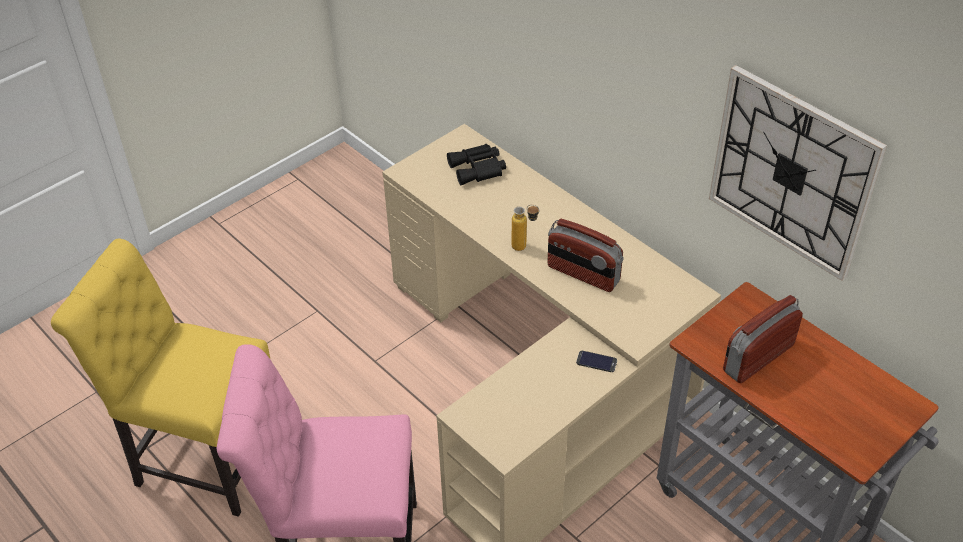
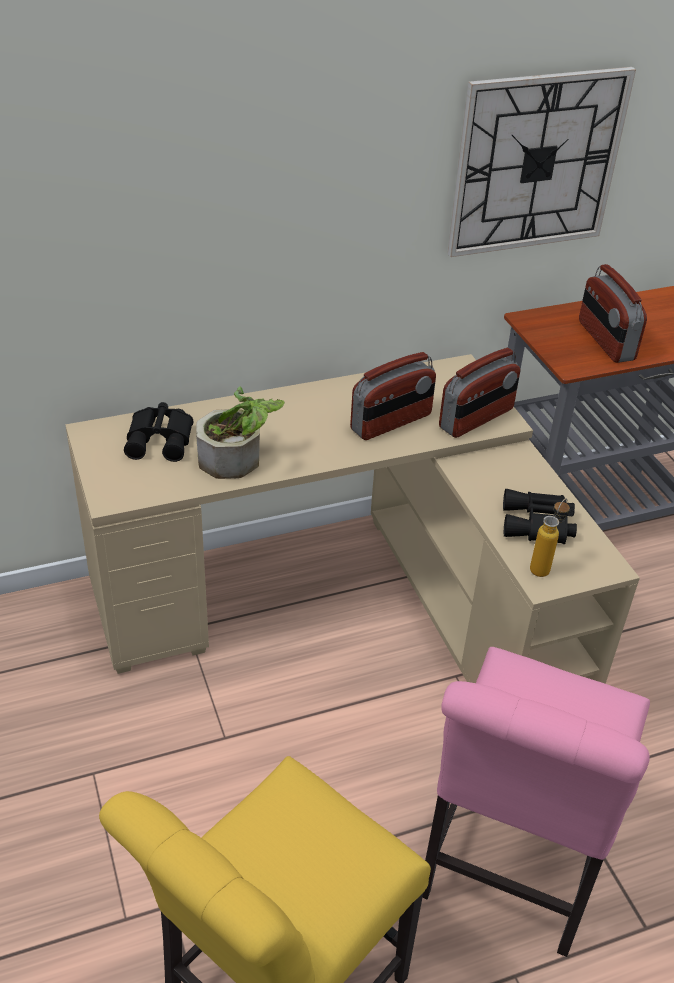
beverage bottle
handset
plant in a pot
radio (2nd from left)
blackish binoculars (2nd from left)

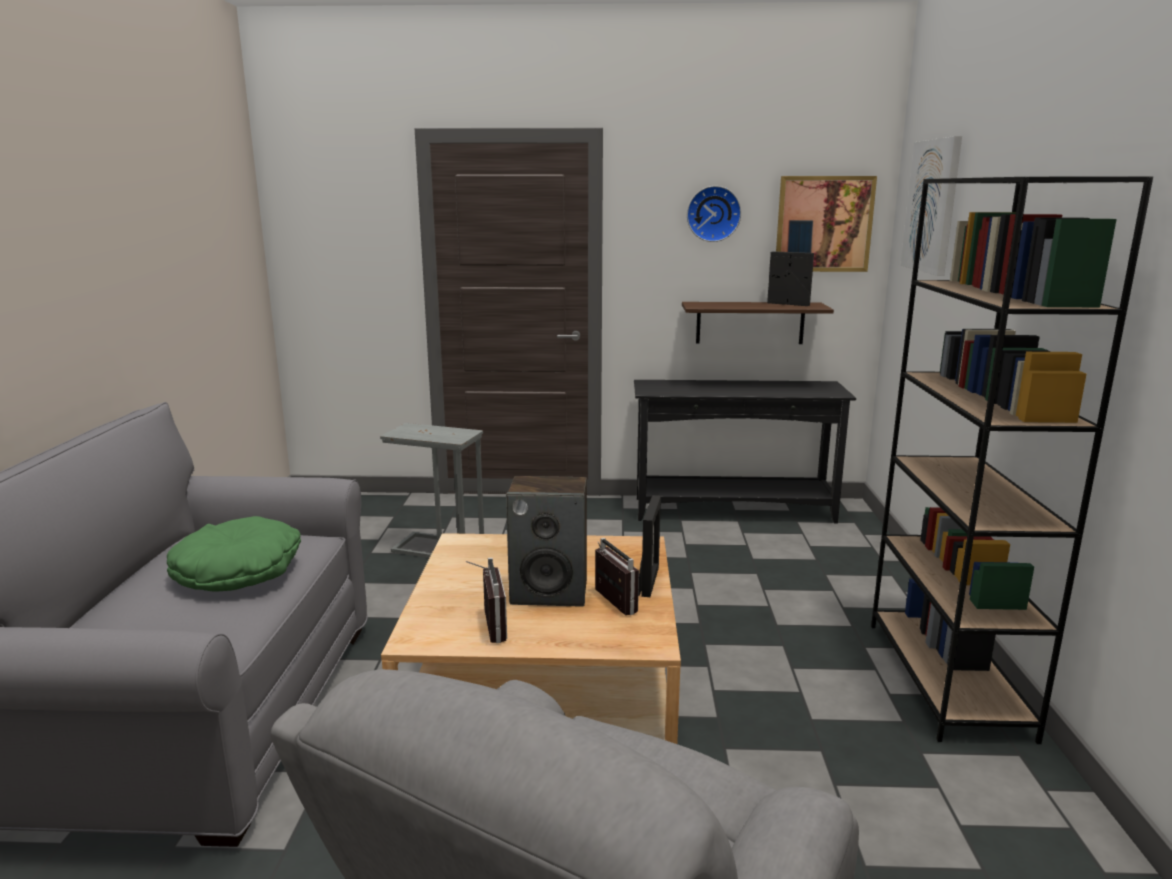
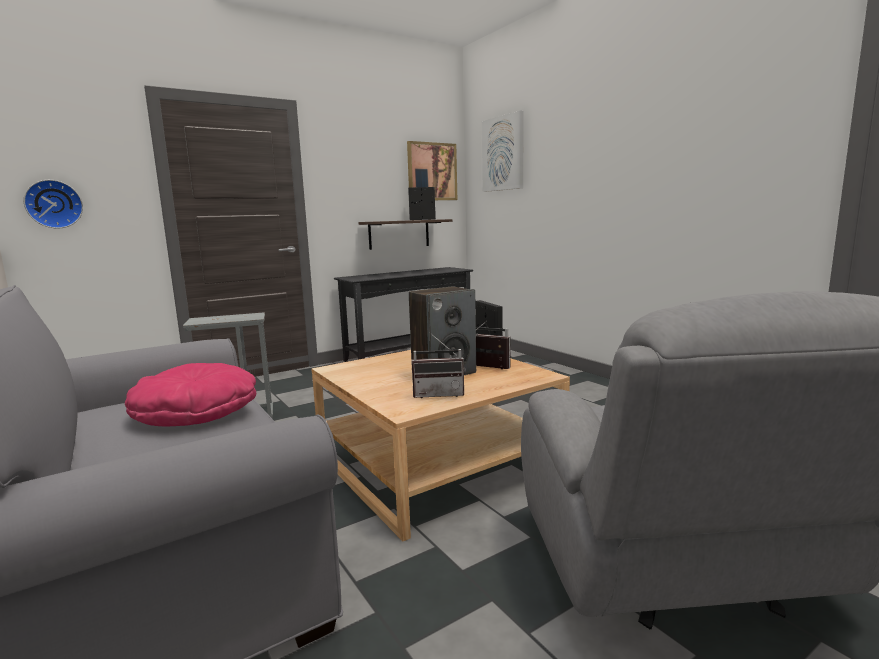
pink pillow
radio (1st from left)
hanging clock
sand-coloured shelving unit

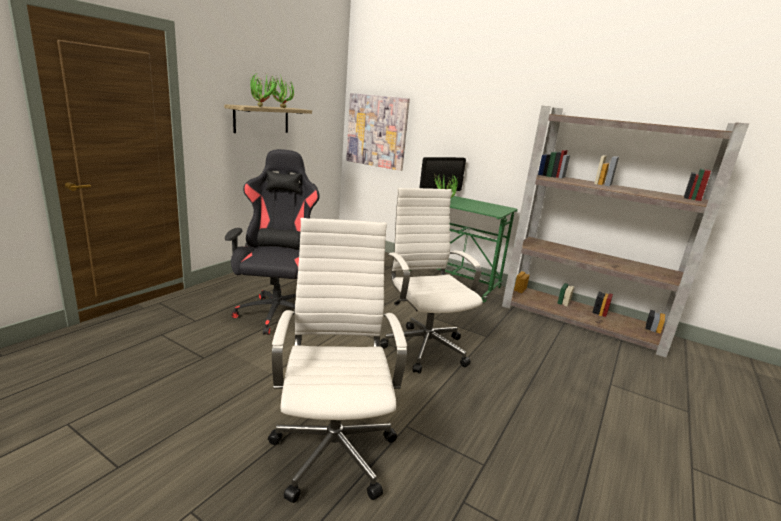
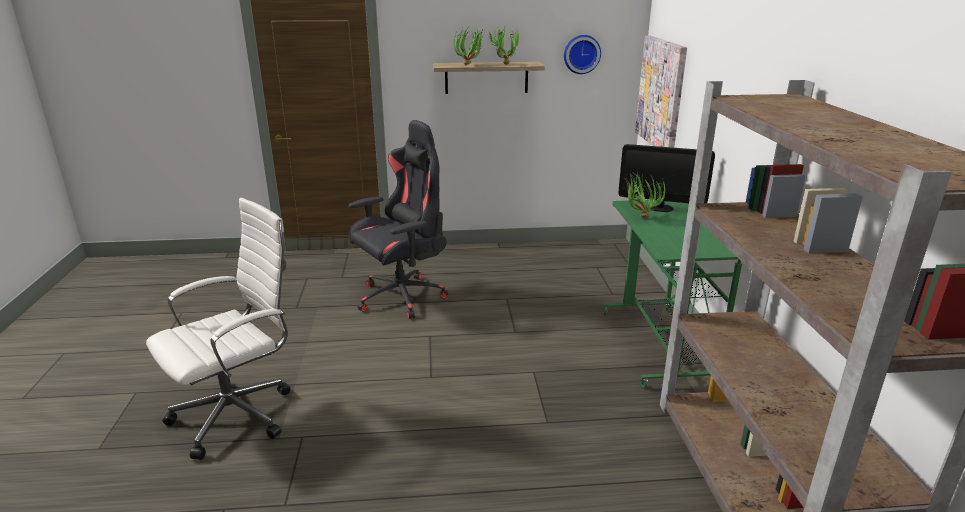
whitish computer chair (2nd from left in the first image)
hanging clock

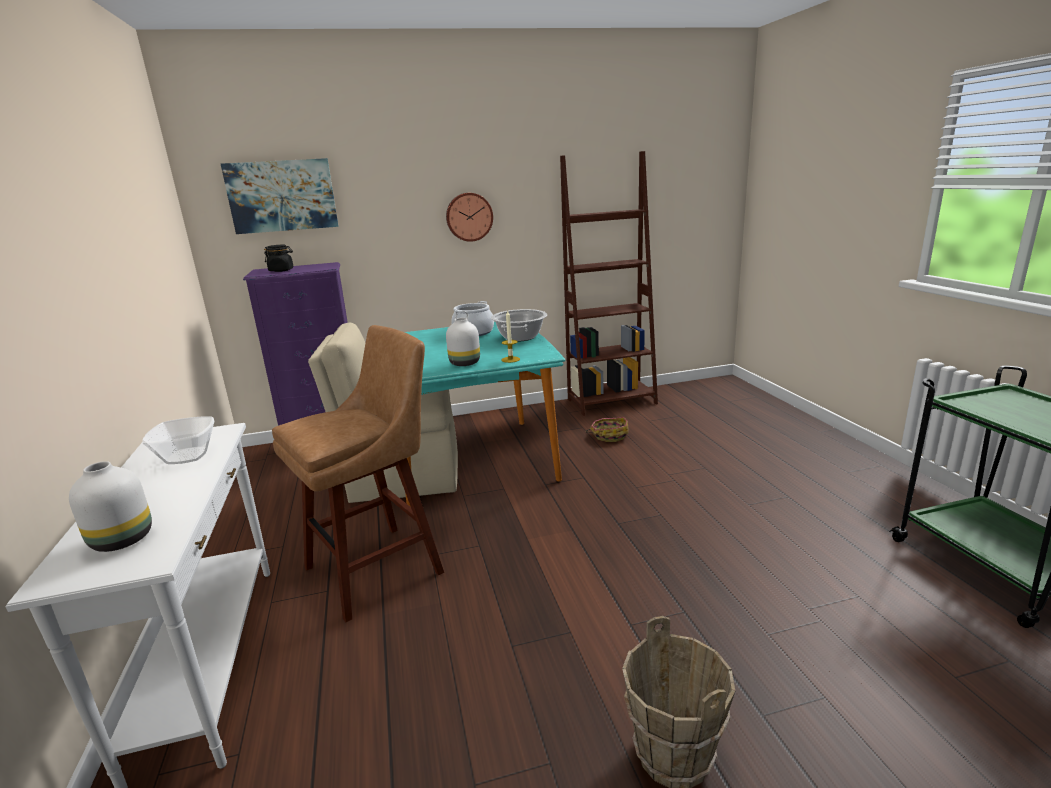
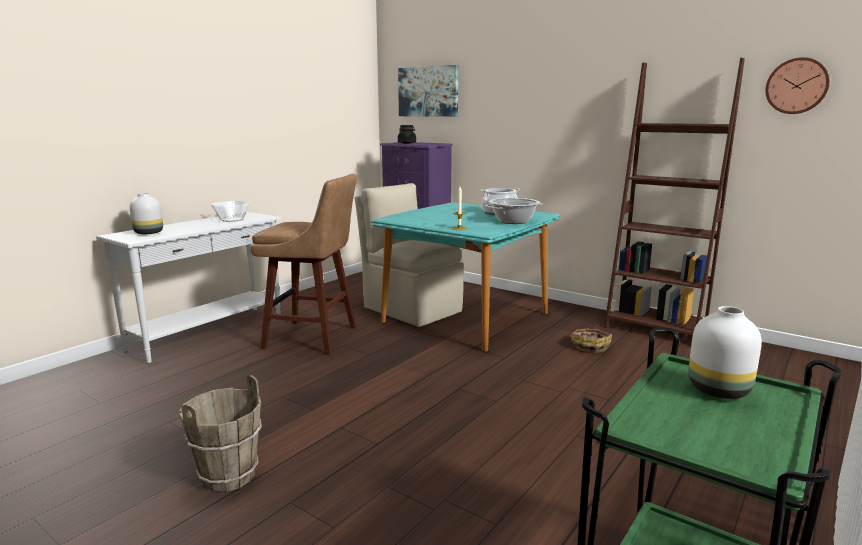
hanging clock
whitish decorative vase (2nd from left)

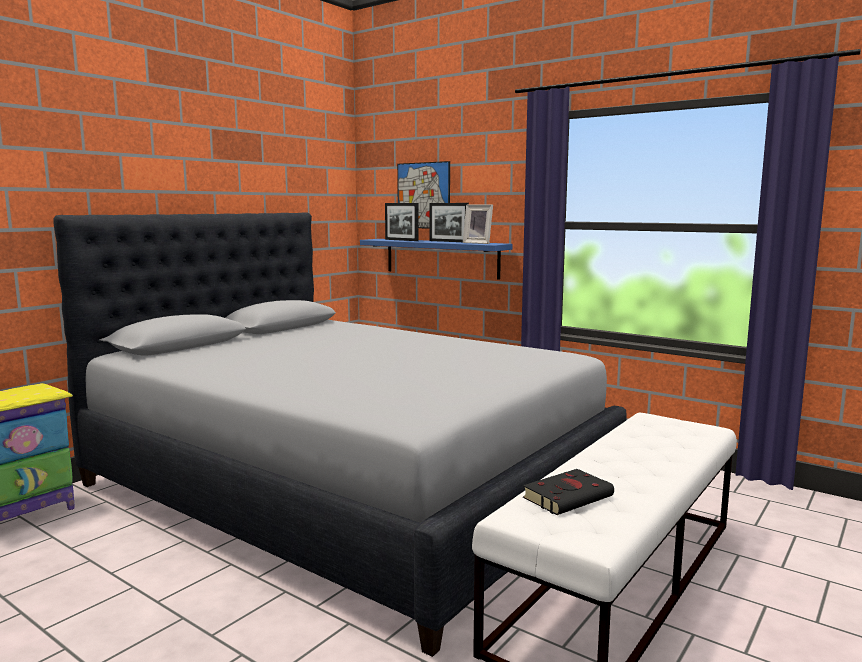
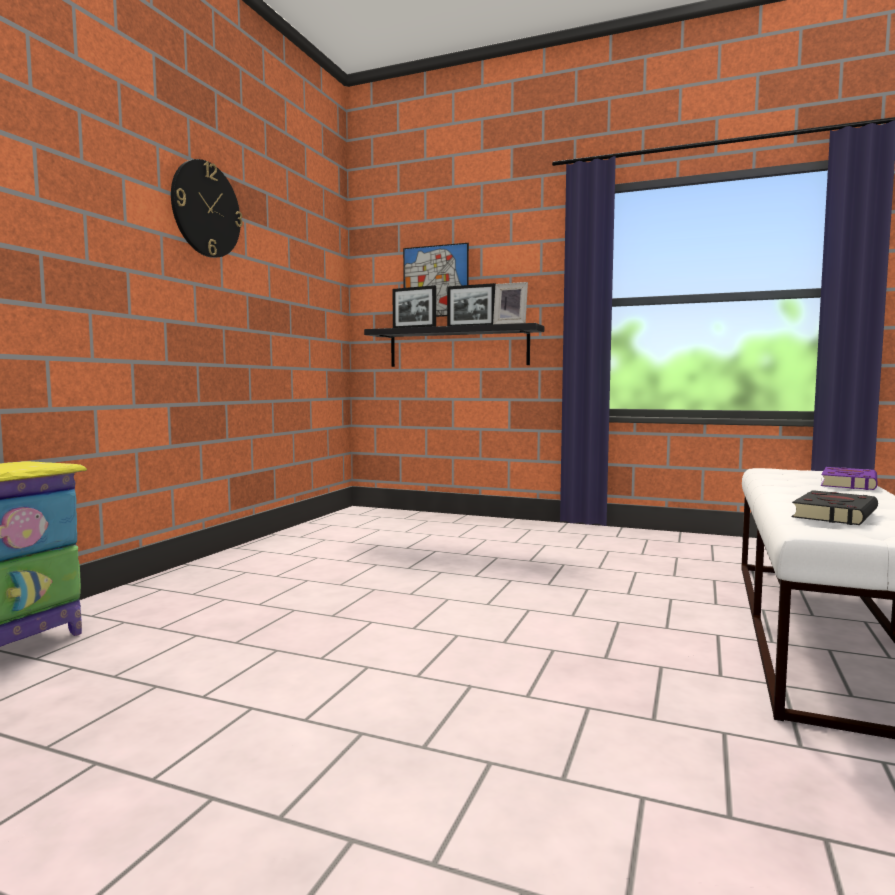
gray sleeping bed
blackish bracket shelf
hanging clock
purple bound book

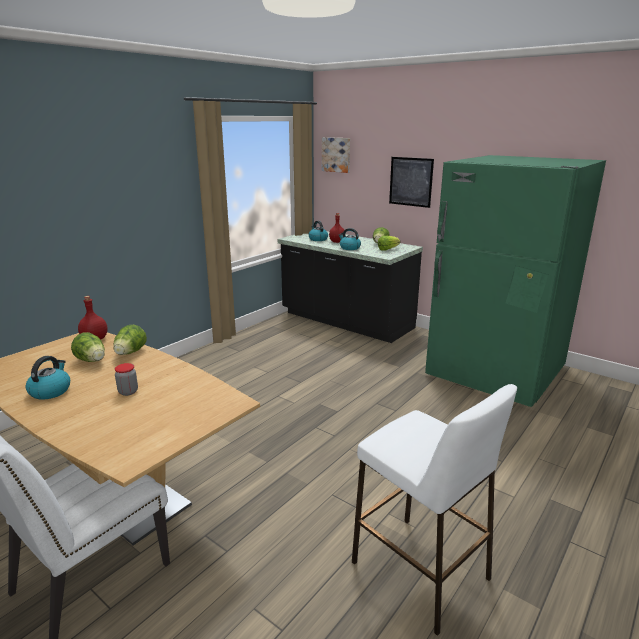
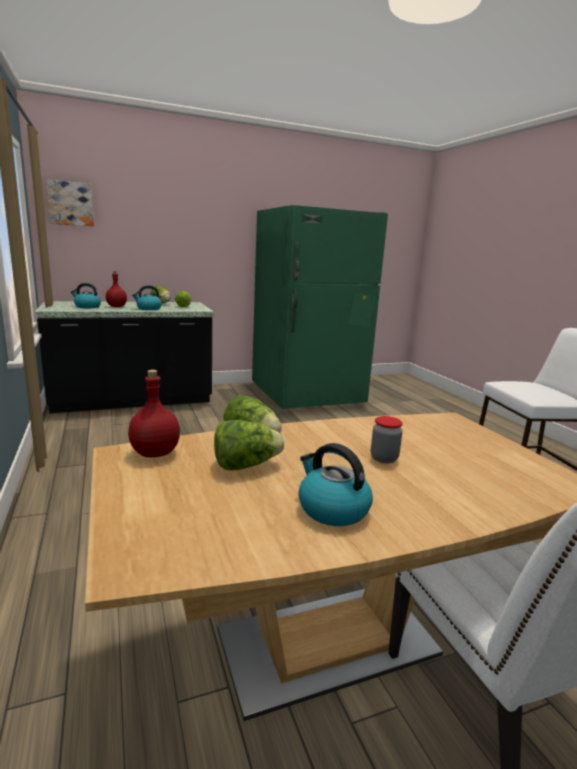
wall art (2nd from left in the first image)

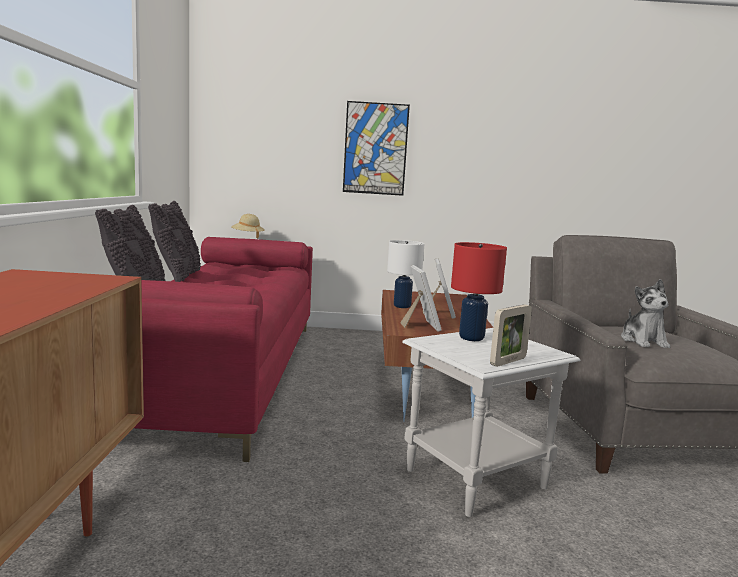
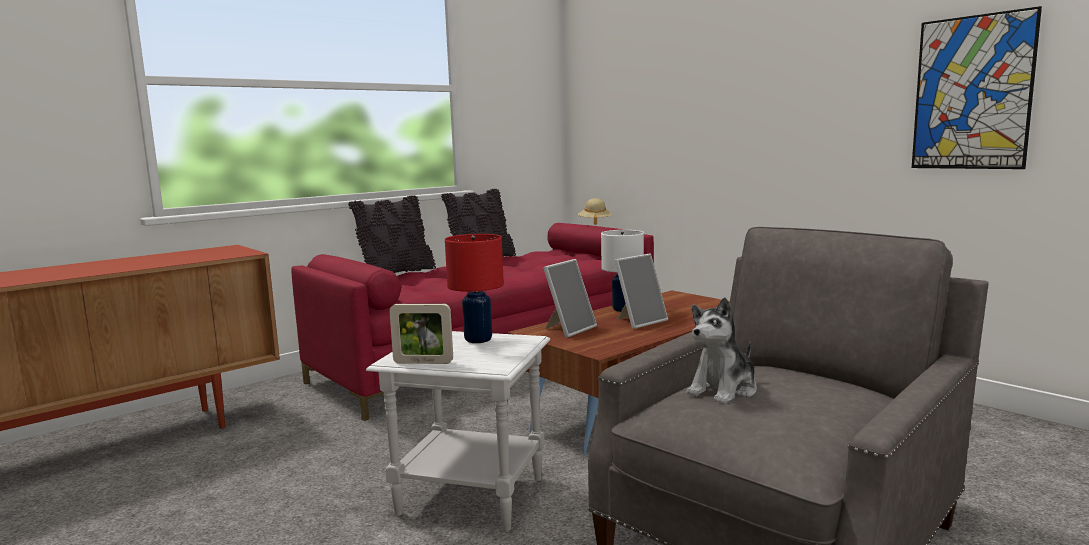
wall art

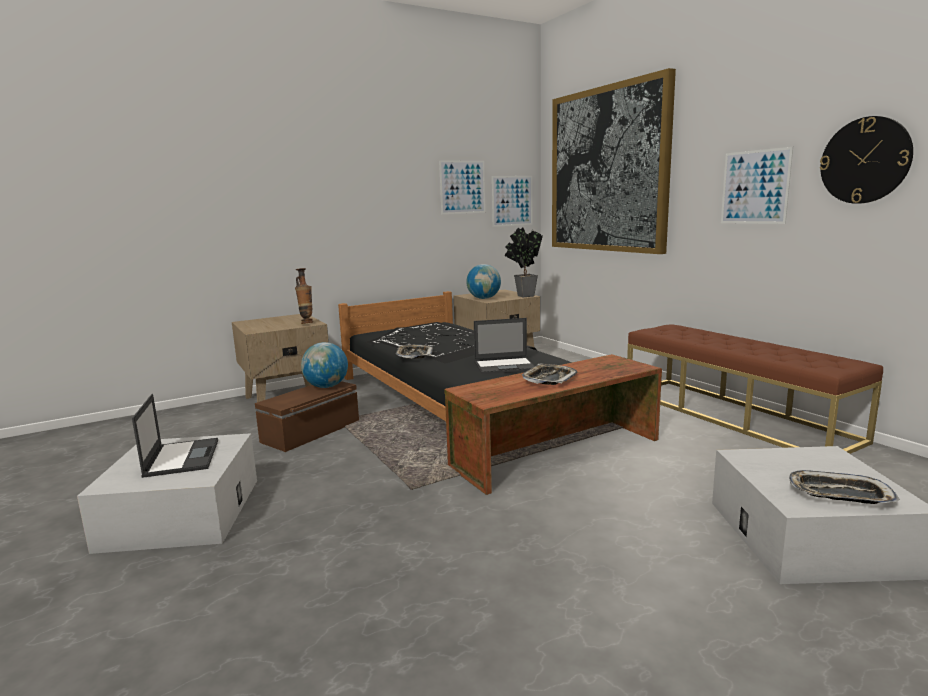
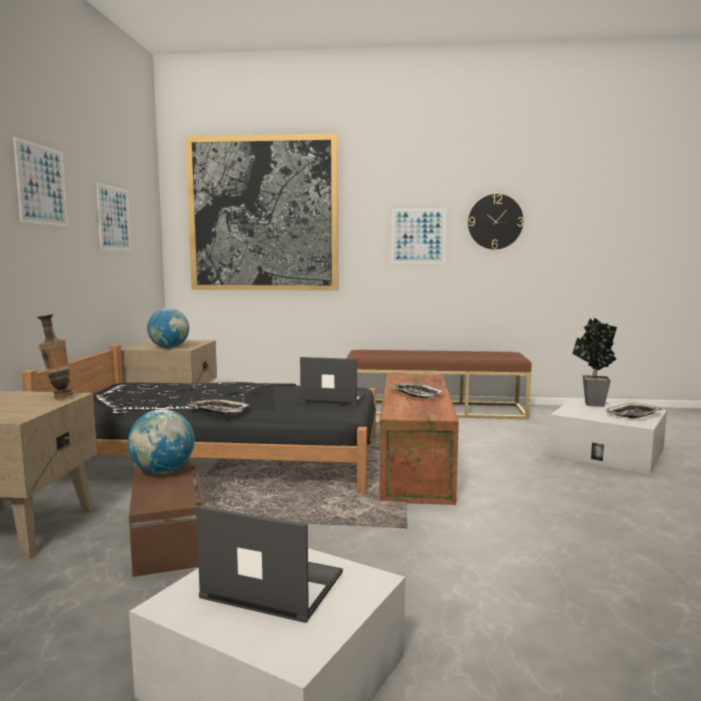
portable computer (2nd from left)
wall art (1st from left)
plant in a pot

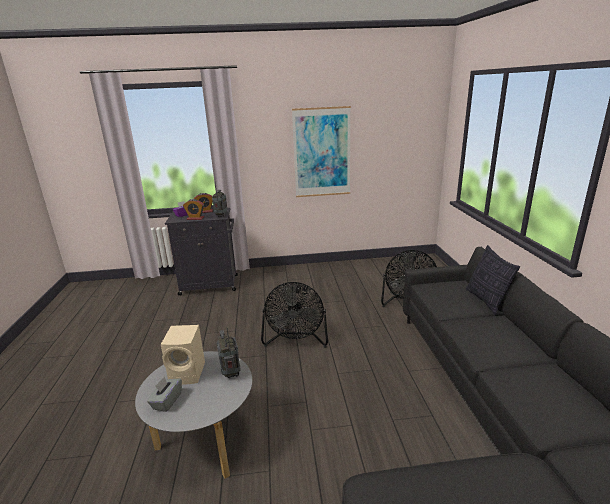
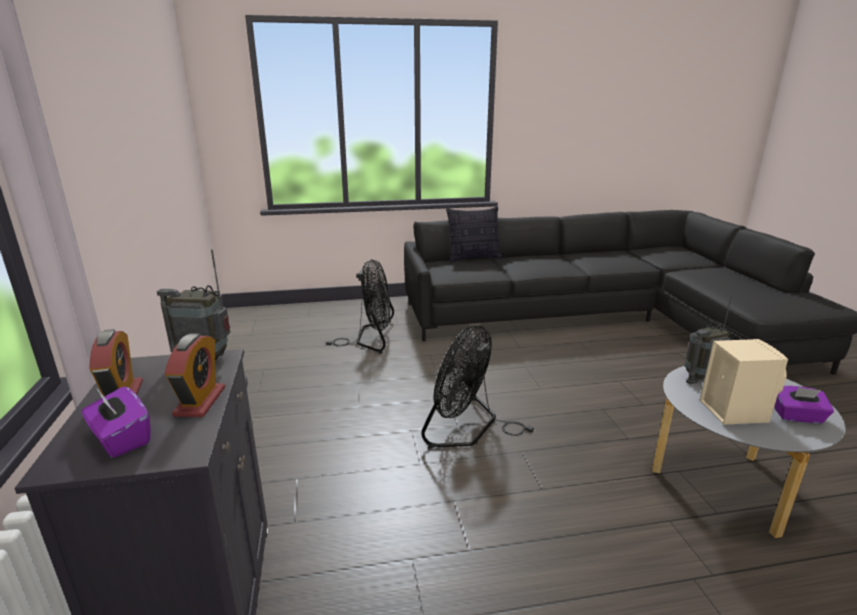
purple tissue box (2nd from left)
blackish cooling fan (2nd from left)
wall art

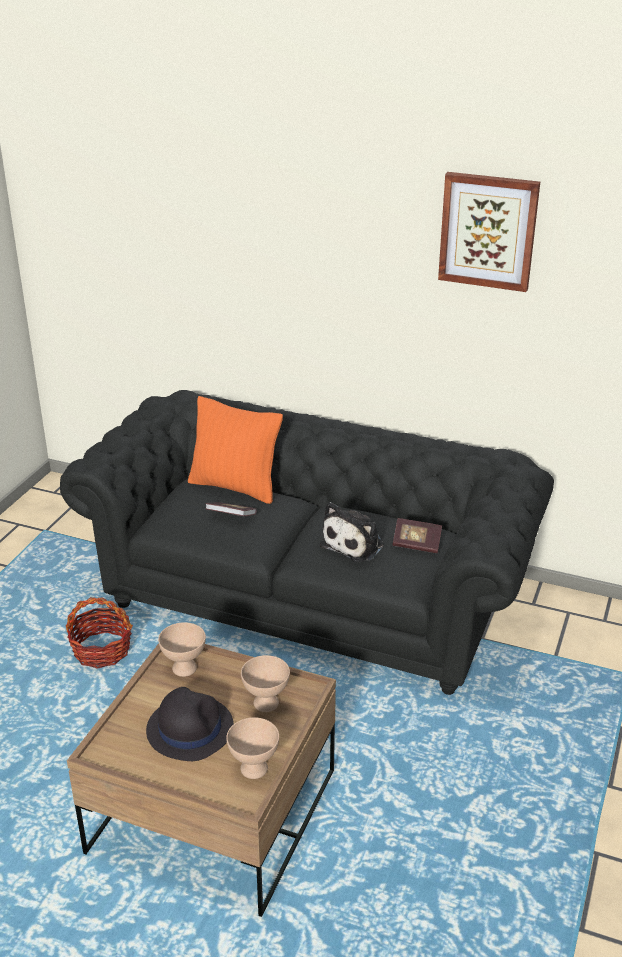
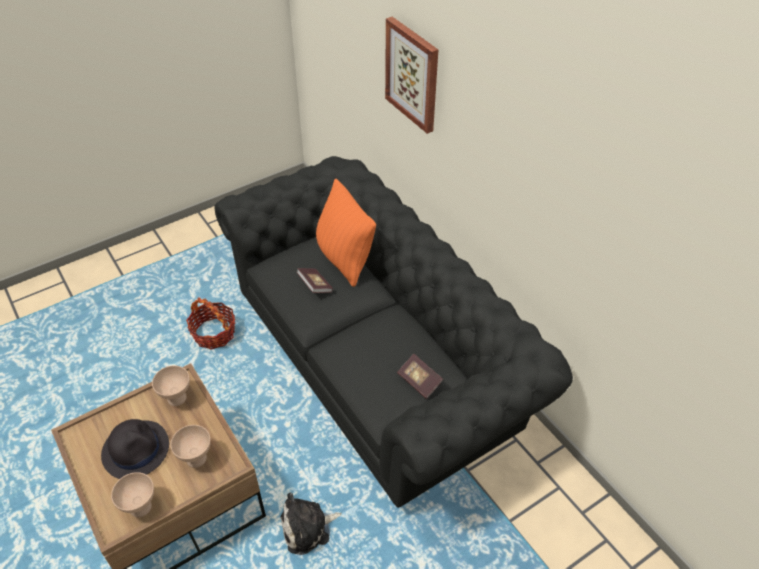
soft toy
wall art

